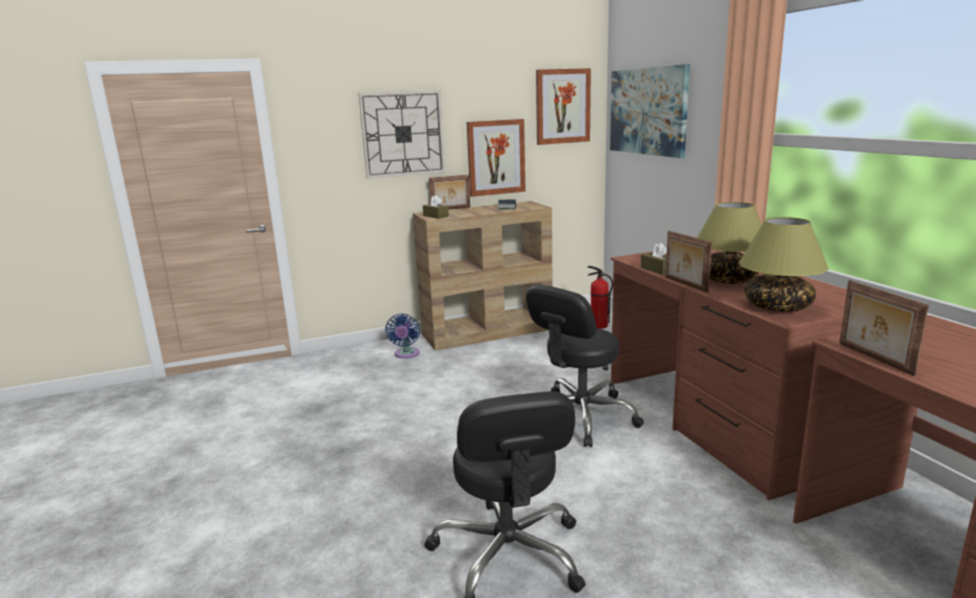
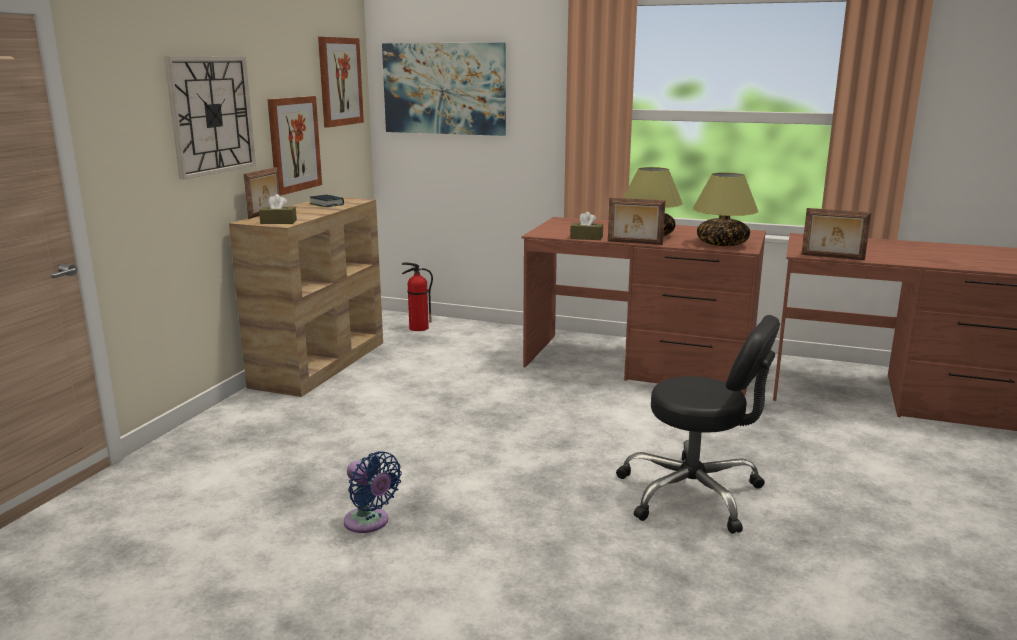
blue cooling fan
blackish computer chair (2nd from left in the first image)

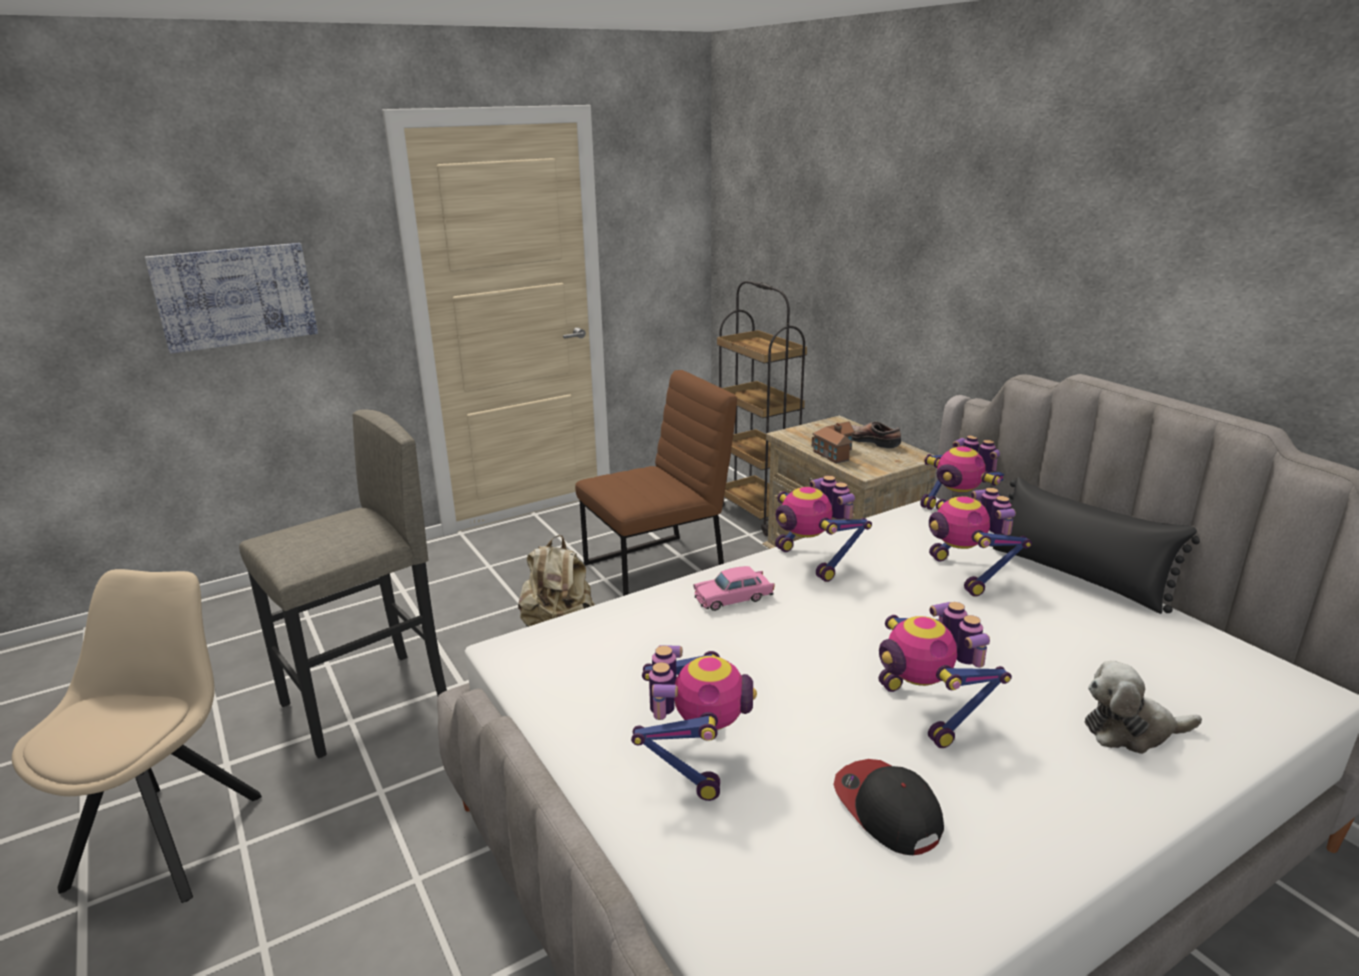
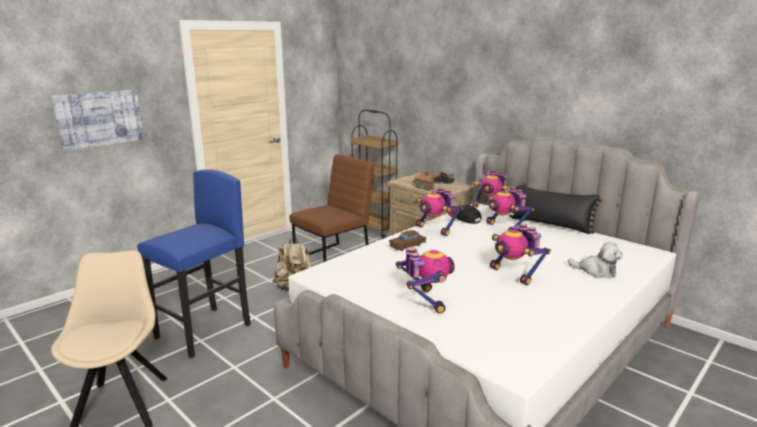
blue stool
brownish toy car
baseball cap
soft toy

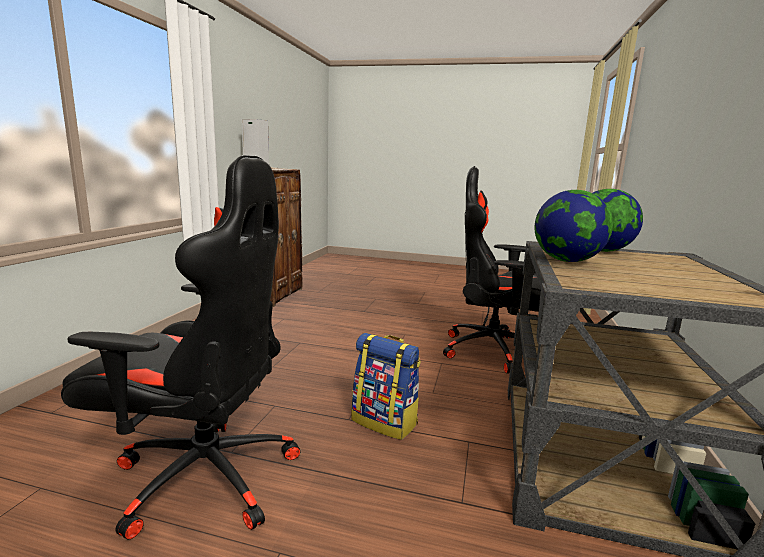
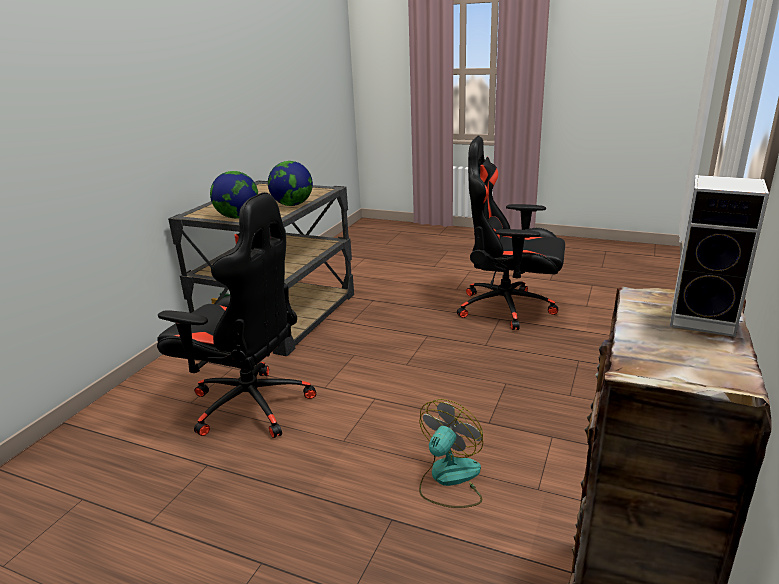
knapsack
cooling fan

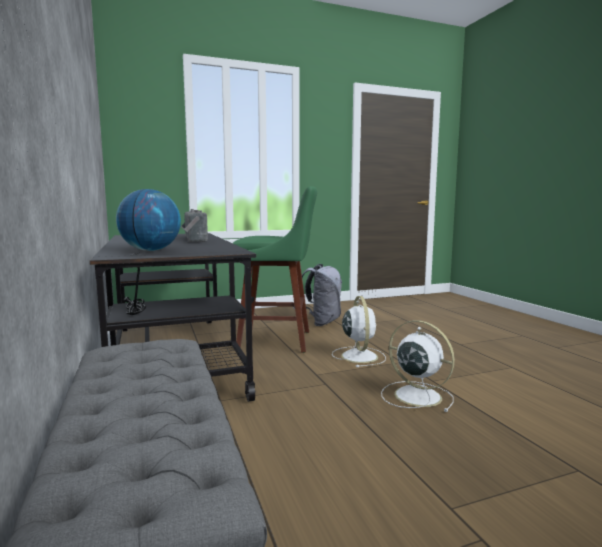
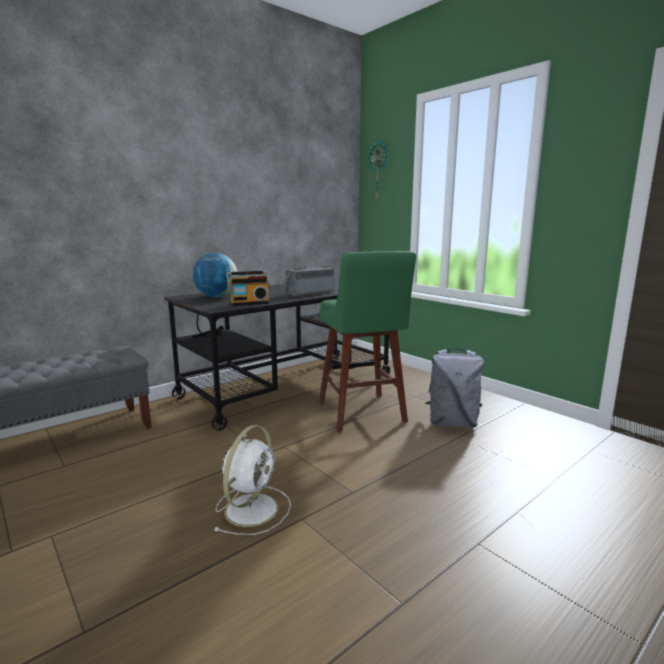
whitish cooling fan (1st from left in the first image)
radio (1st from left)
hanging clock

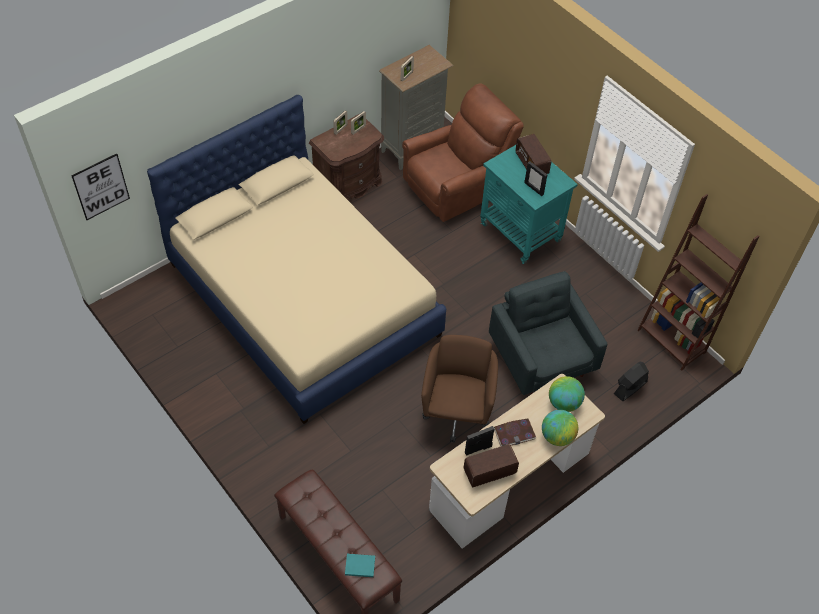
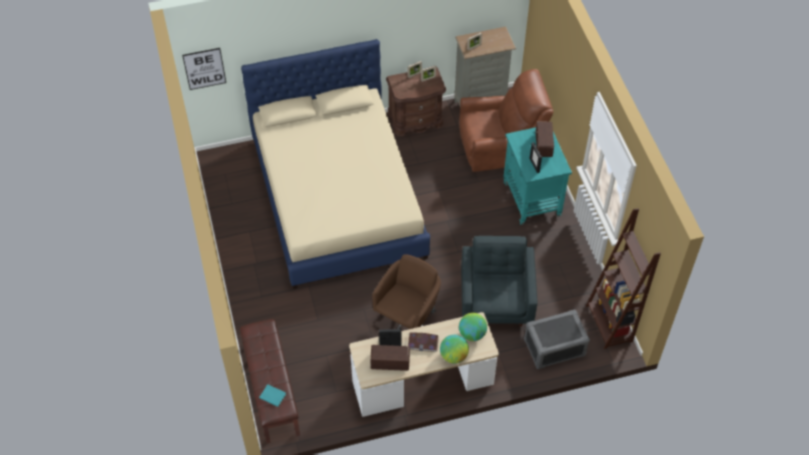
gray storage bin

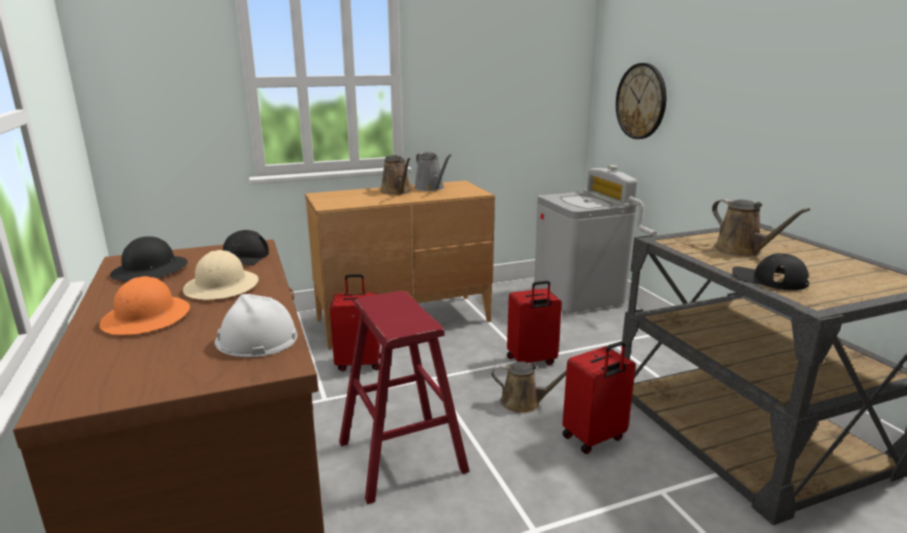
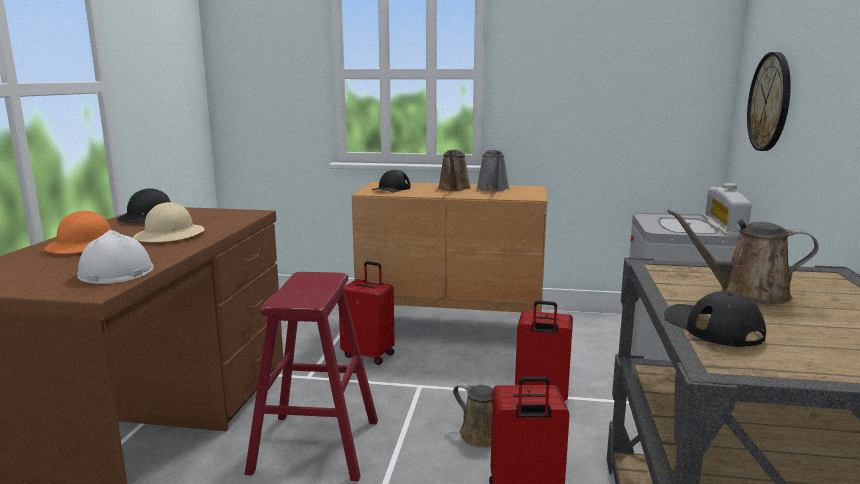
blackish baseball cap (1st from left)
brownish watering can (3rd from left)

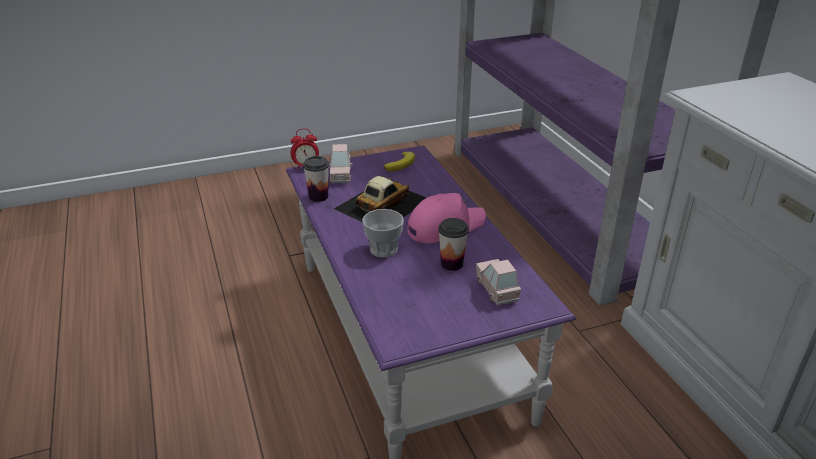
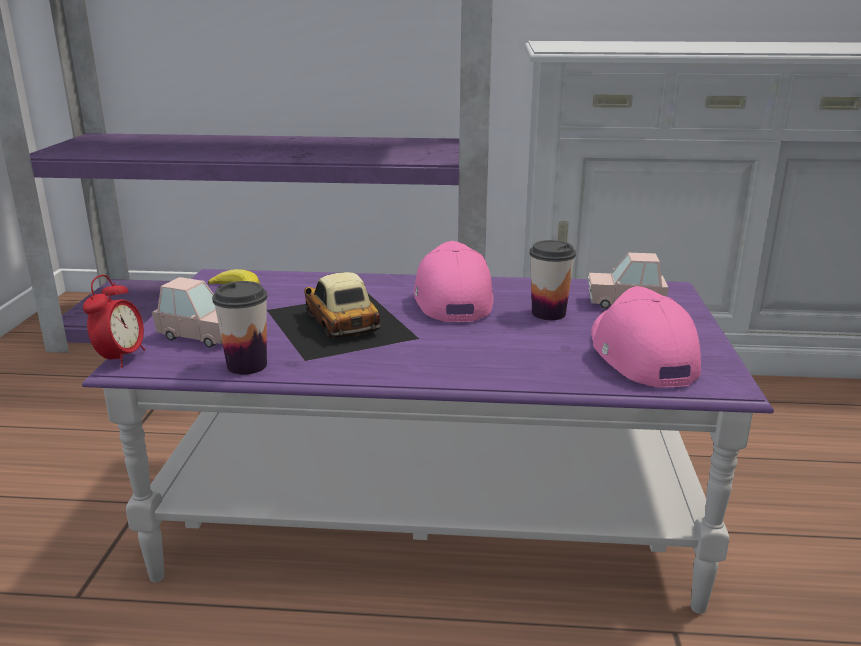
cup (2nd from left in the first image)
pink baseball cap (2nd from left)

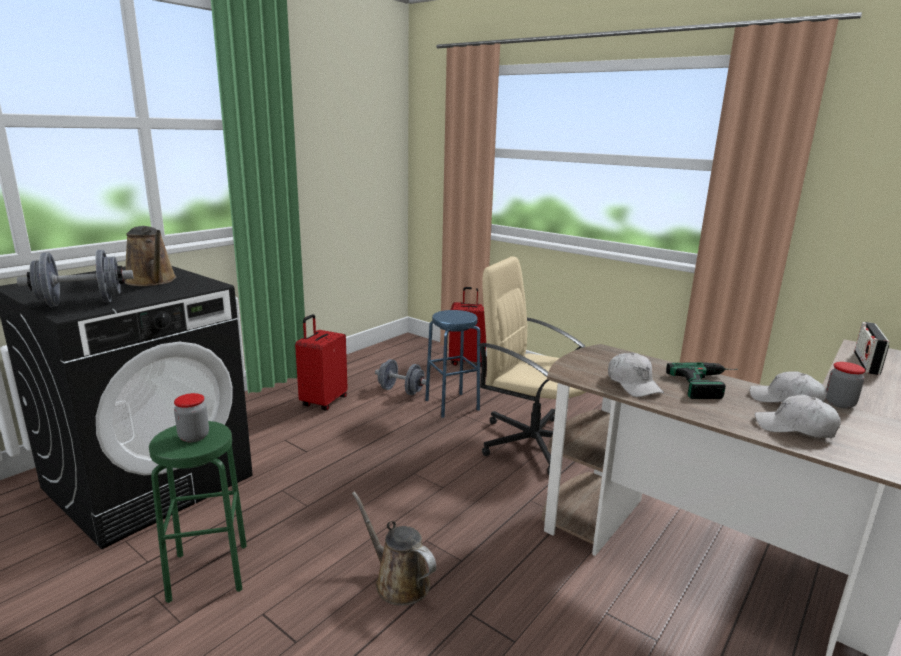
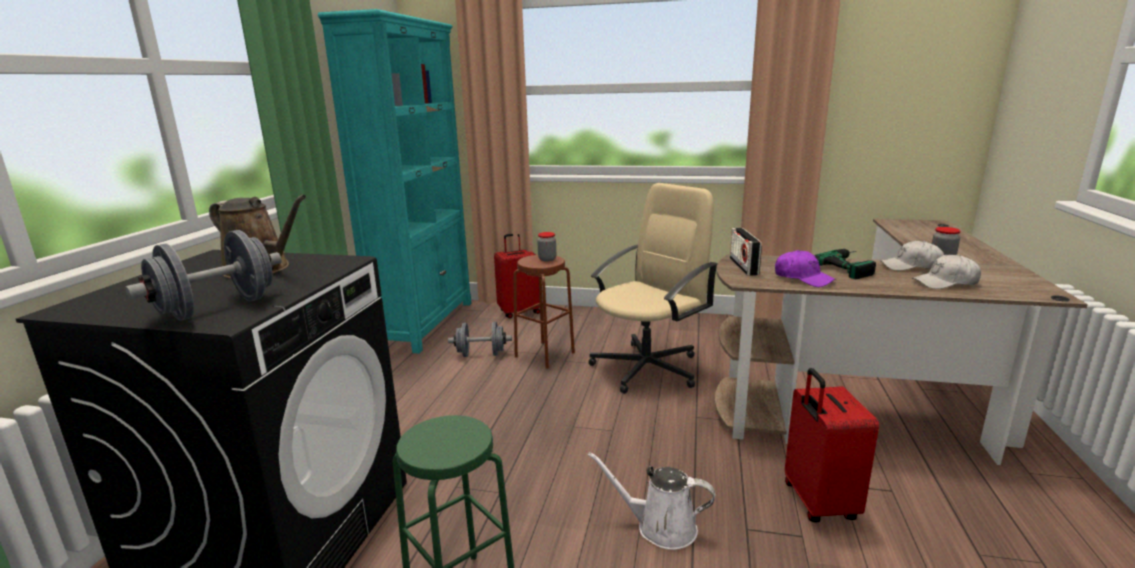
jar (1st from left)
red travel case (2nd from left)
whitish watering can
brownish stool
sand-coloured computer chair
purple baseball cap
radio
turquoise-coloured shelving unit

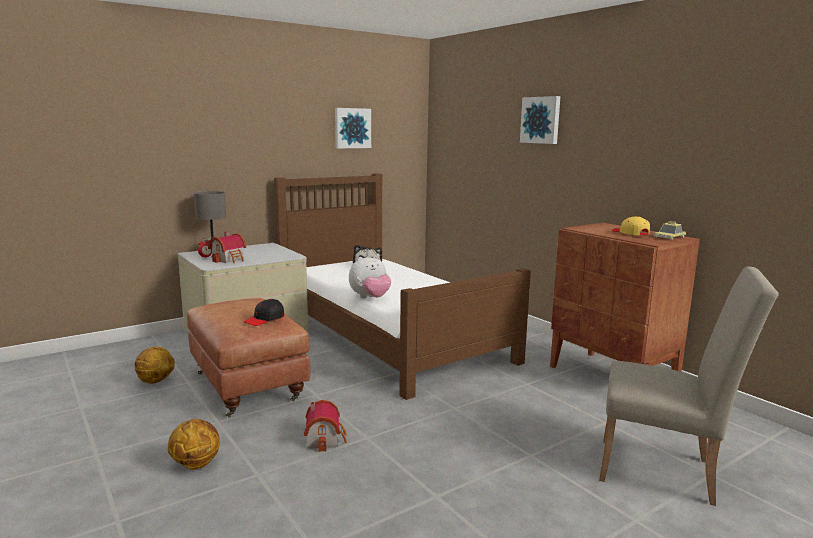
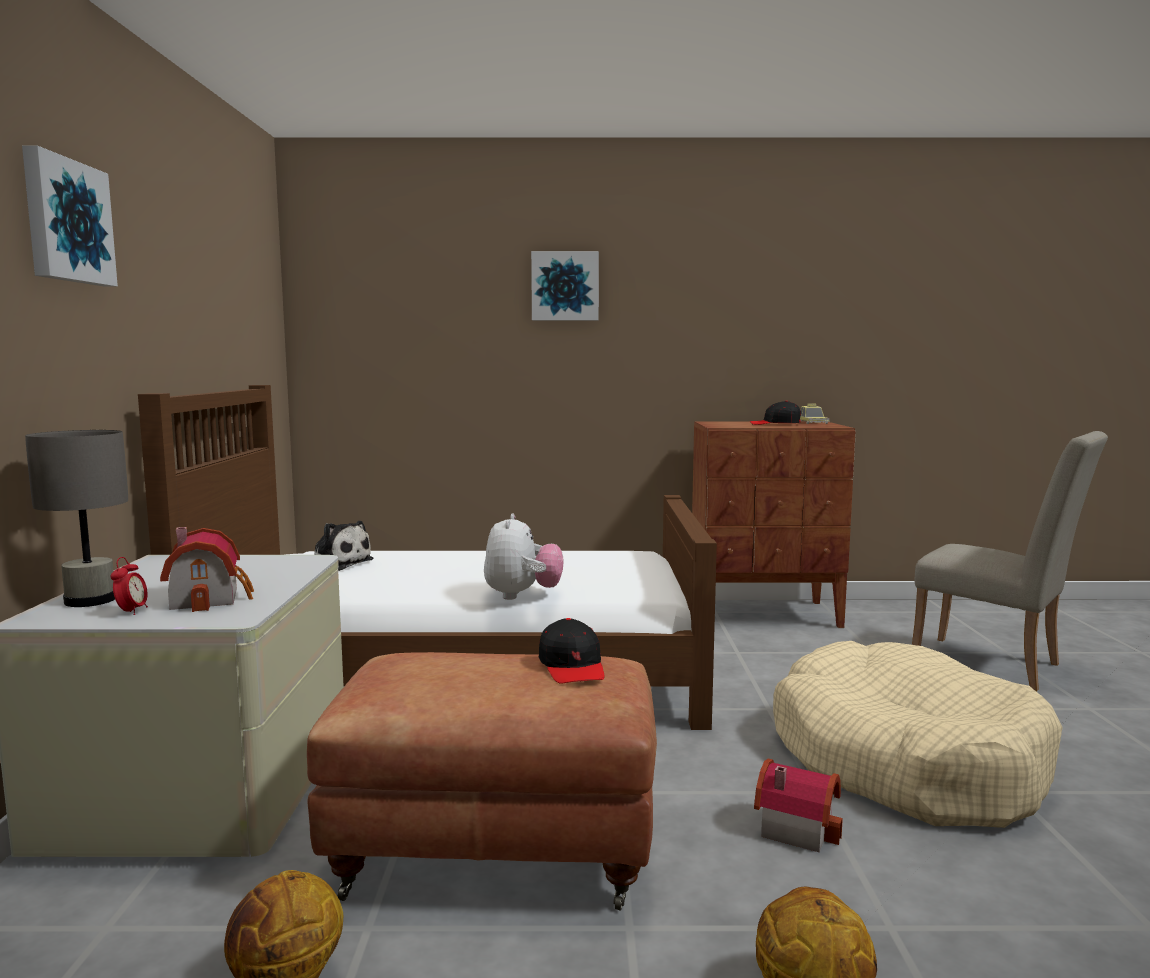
wall art (1st from left)
sand-coloured upright chair
blackish baseball cap (2nd from left)
sand-coloured pet bed

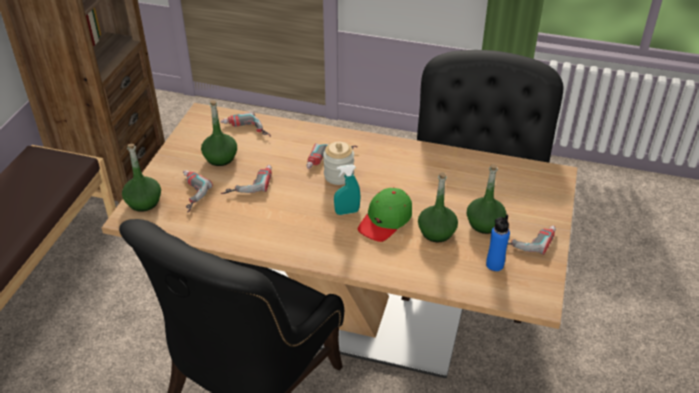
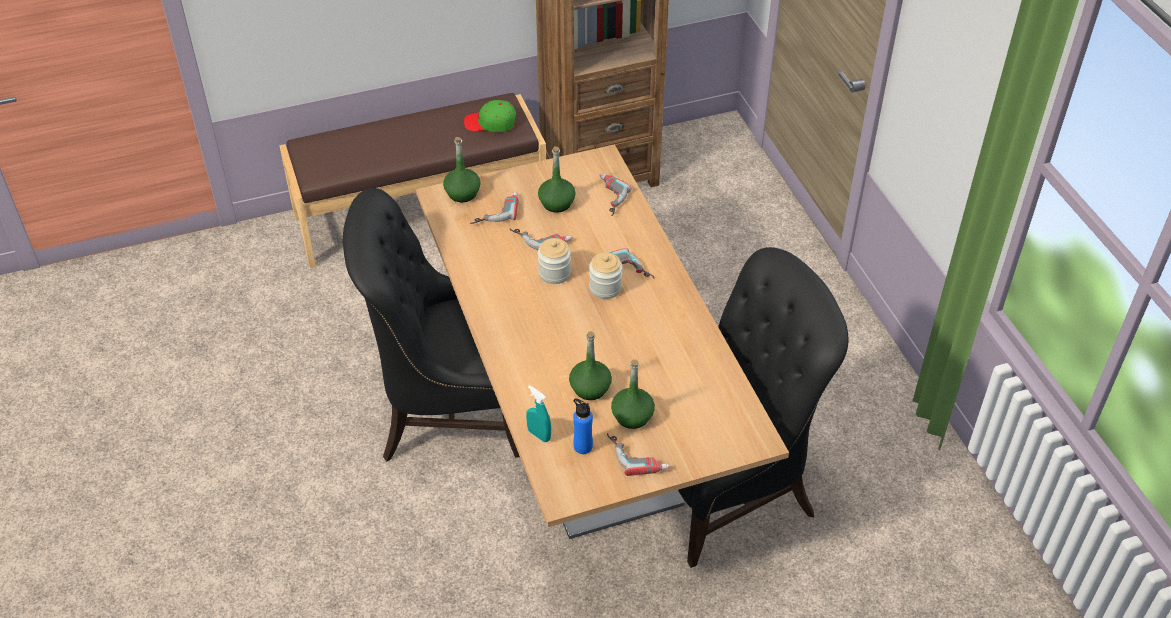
turquoise-coloured spray bottle
green-coloured baseball cap
jar (1st from left)

